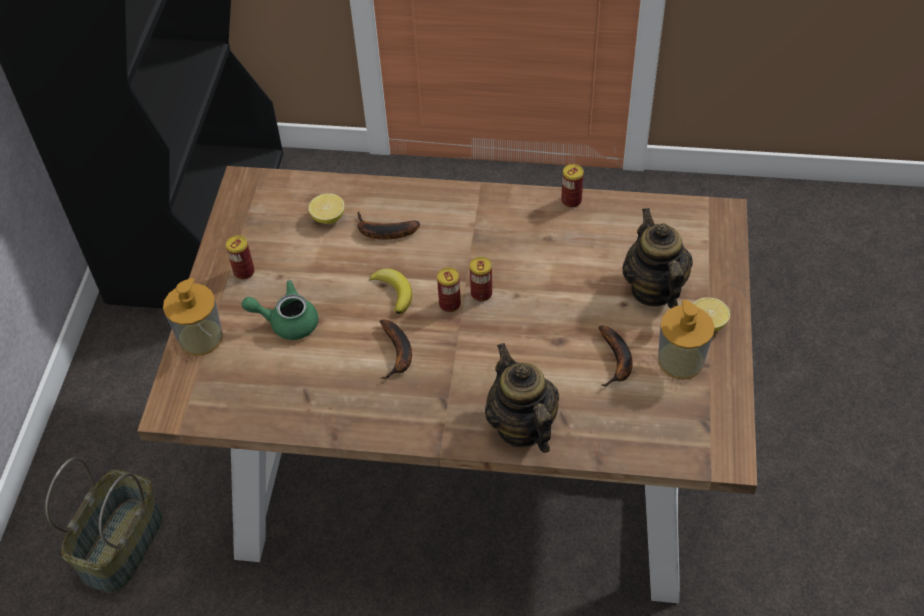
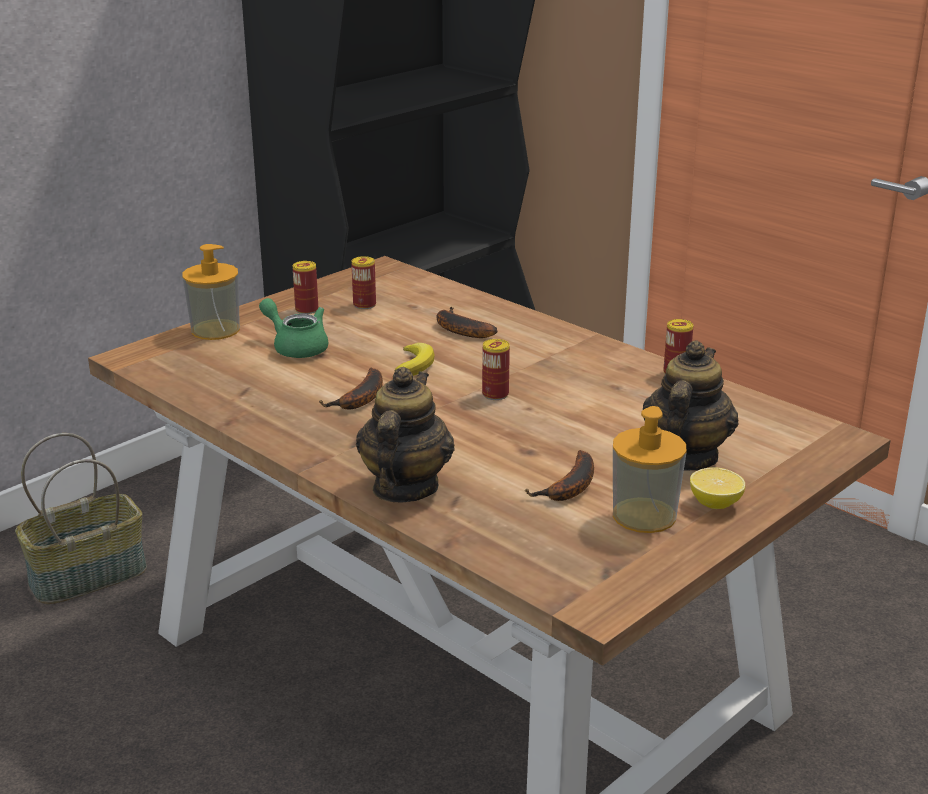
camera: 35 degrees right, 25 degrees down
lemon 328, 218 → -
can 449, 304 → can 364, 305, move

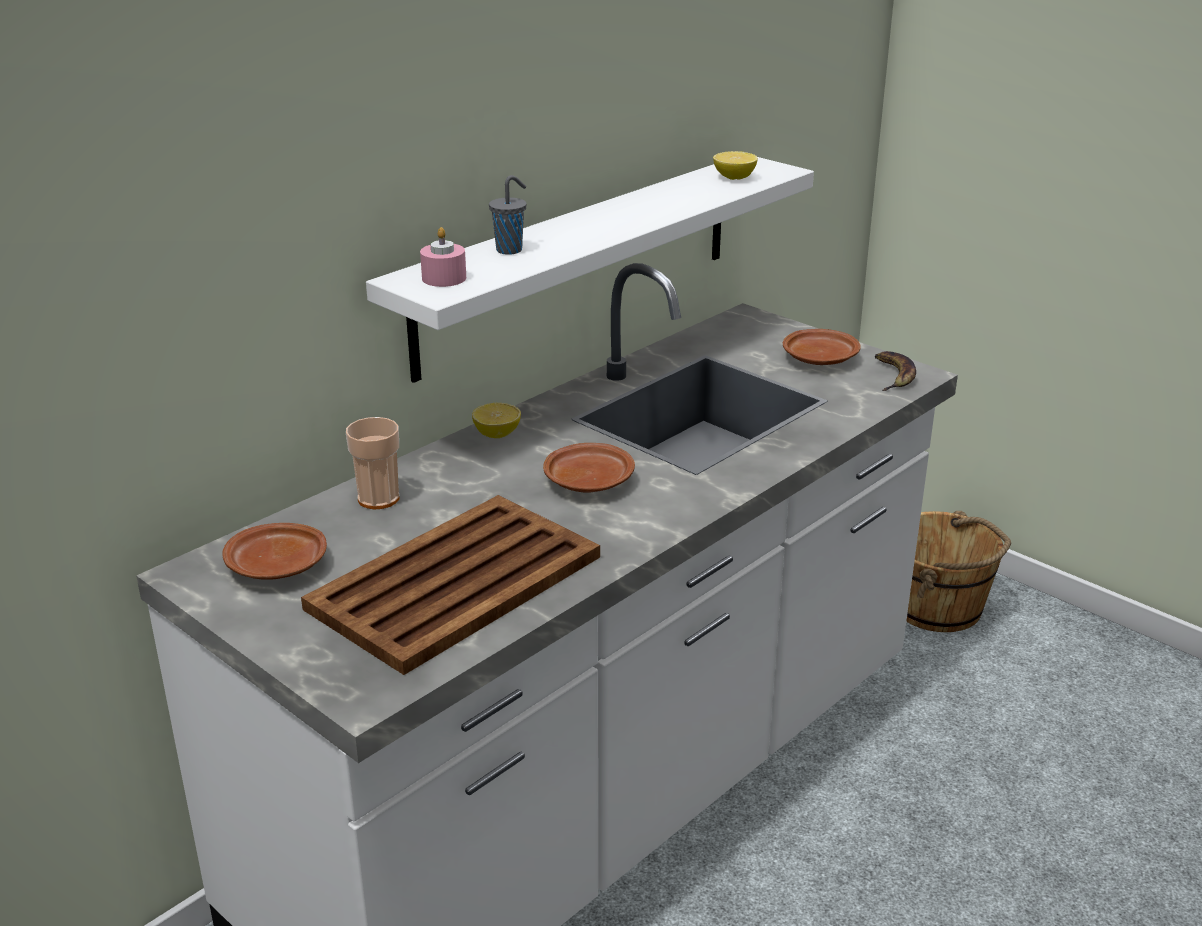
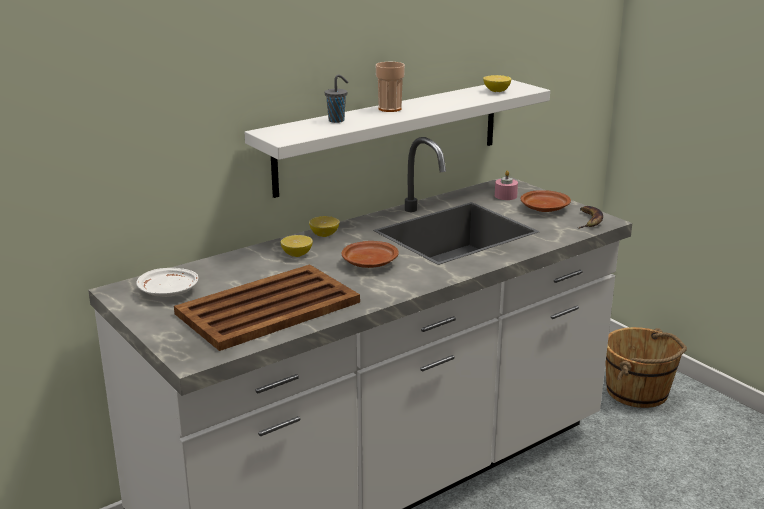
camera: 10 degrees right, 5 degrees down
plate (brown) 278, 567 → plate (white) 169, 292
cup 378, 499 → cup 390, 109, move
candle (pink) 444, 278 → candle (pink) 505, 196, move
- → lemon 297, 255

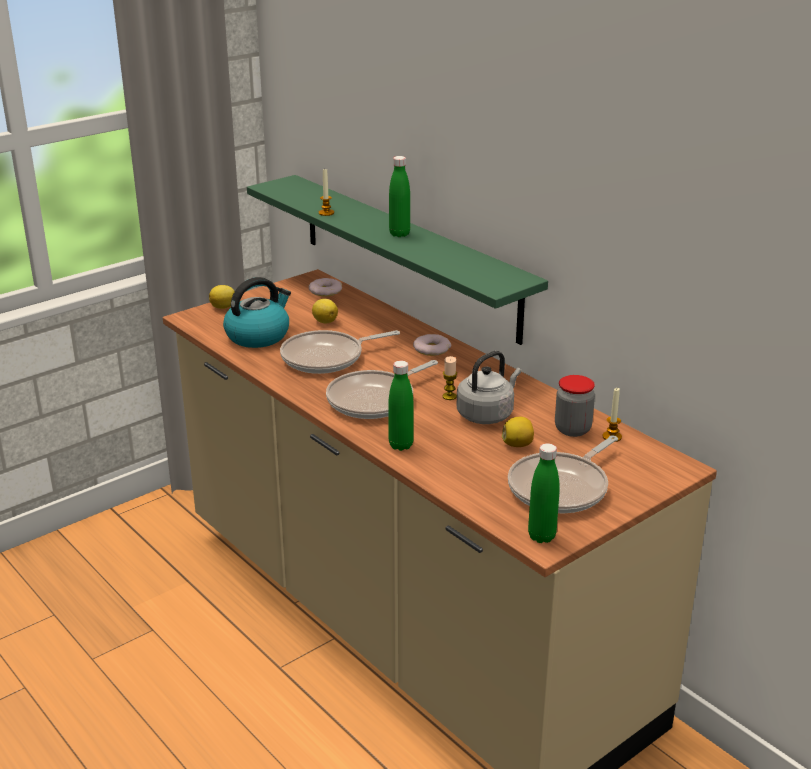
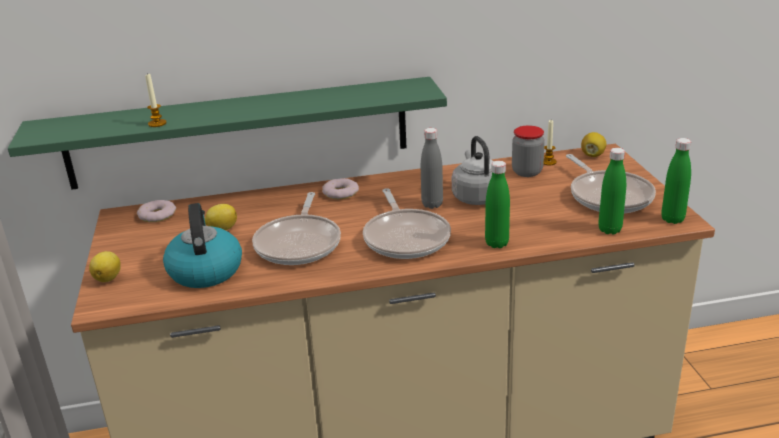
camera: 60 degrees left, 0 degrees up
bottle (green) 399, 234 → bottle (green) 609, 230, move
candle 449, 396 → bottle (grey) 432, 204
lemon 518, 444 → lemon 592, 155, move

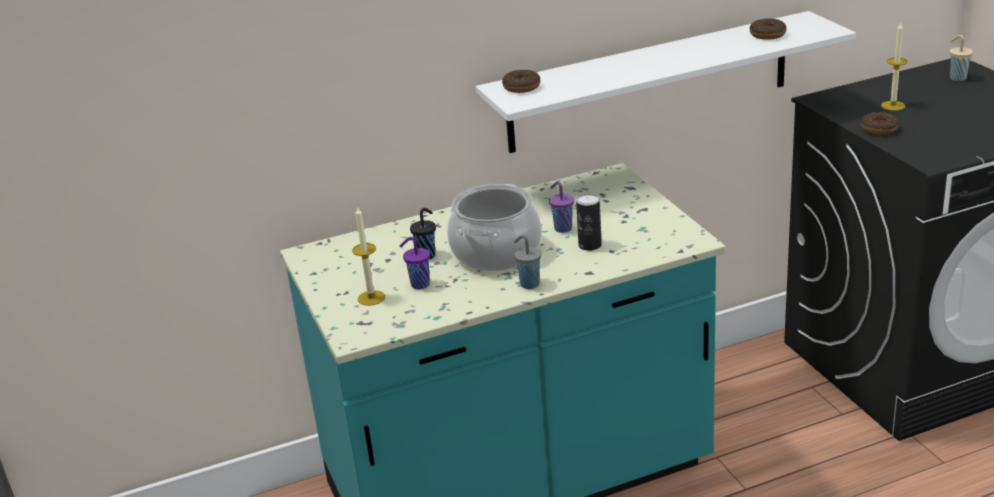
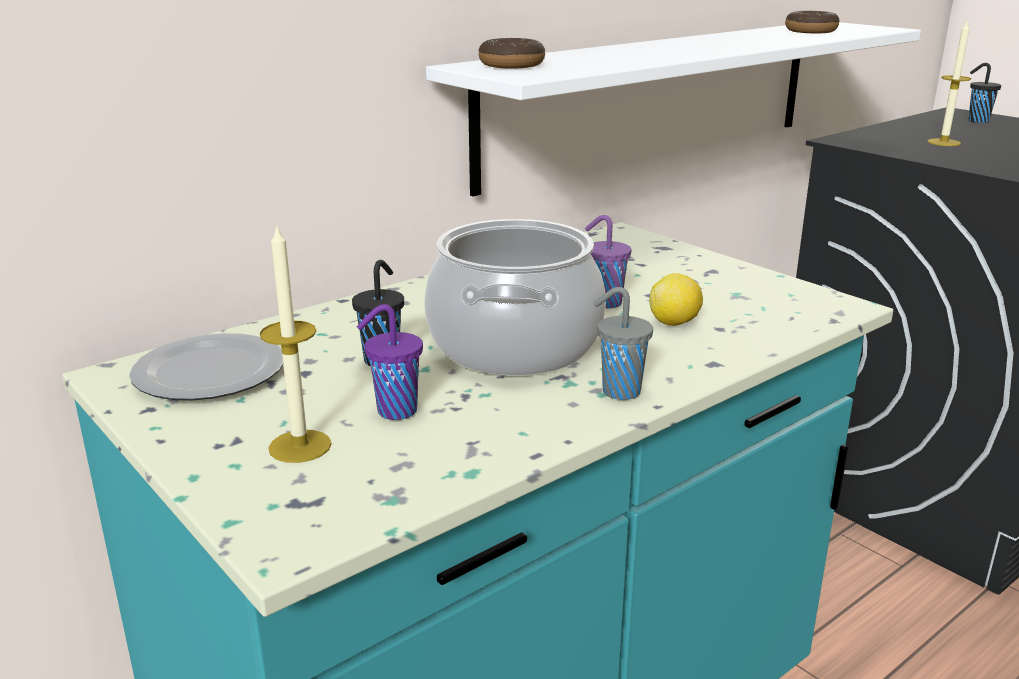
camera: 20 degrees left, 5 degrees down
can 590, 245 → lemon 674, 323
donut 879, 129 → -
cup (beige) 957, 78 → cup (black) 976, 121
- → plate 209, 374

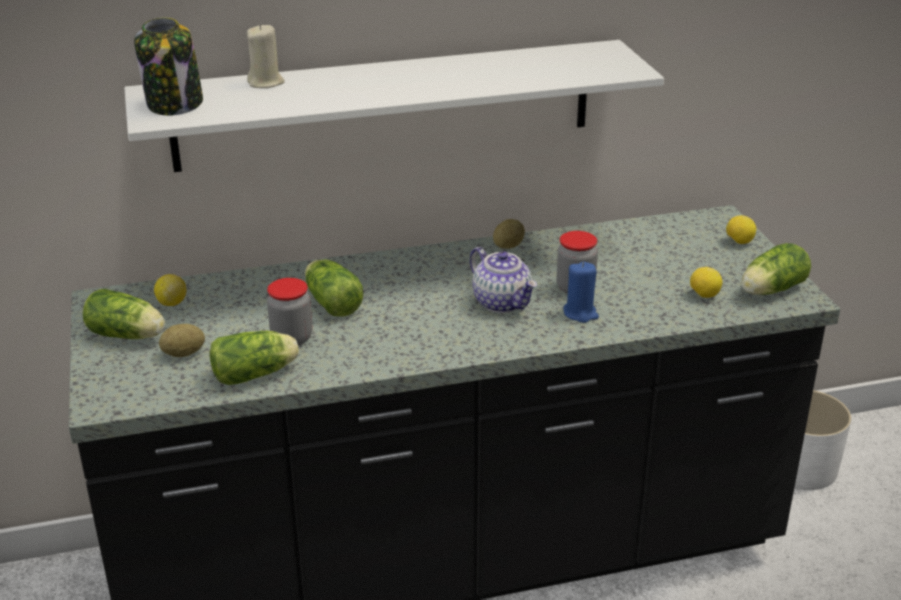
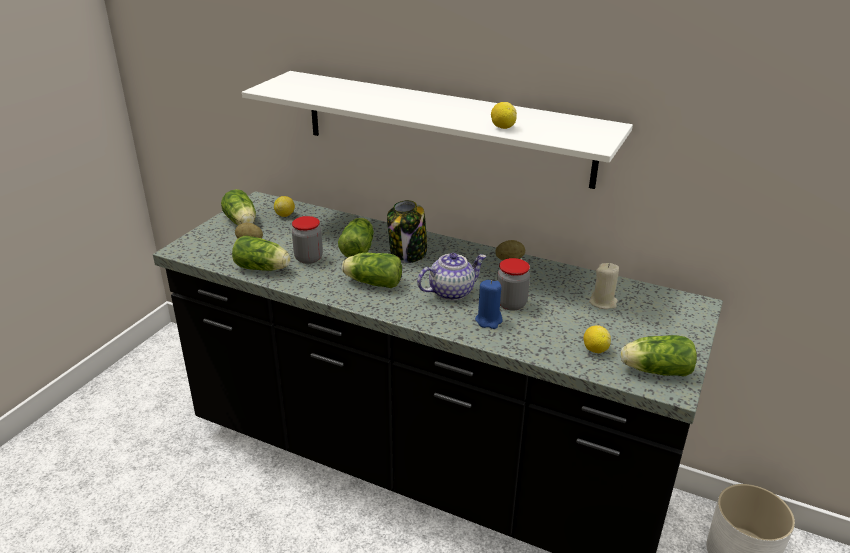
camera: 40 degrees right, 0 degrees up
jar 175, 104 → jar 408, 254, move
candle (beige) 266, 83 → candle (beige) 603, 302, move
teapot 503, 302 → teapot 451, 292, 120 degrees counterclockwise
lemon 739, 242 → lemon 502, 127, move
- → lettuce 372, 282

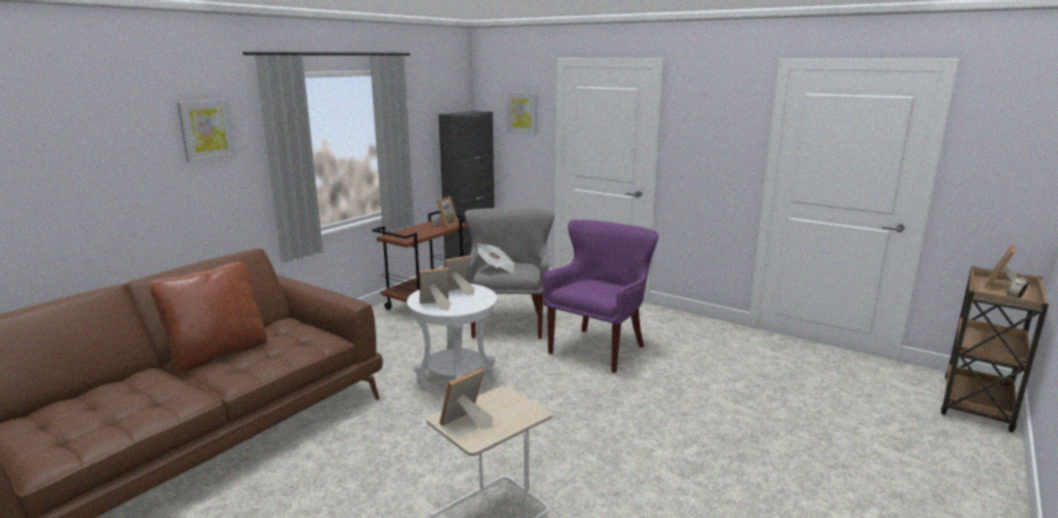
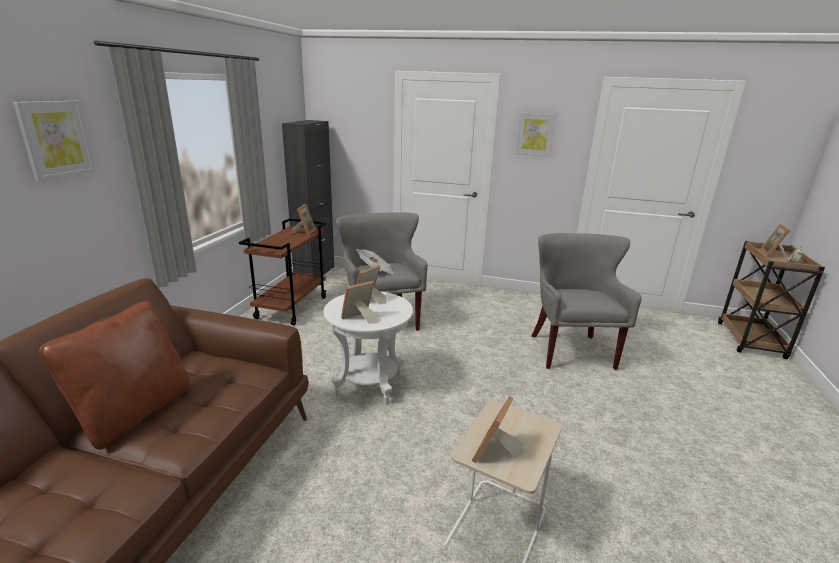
camera: 20 degrees left, 5 degrees up
picture 522, 113 → picture 535, 134, move
armchair (purple) 599, 349 → -
- → armchair (grey) 571, 350

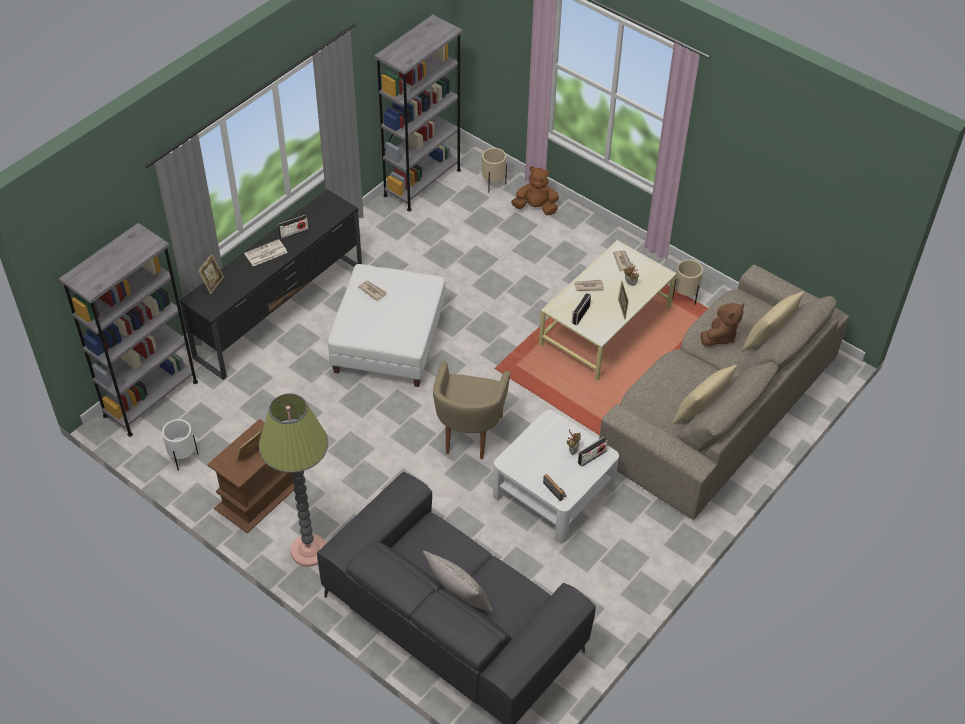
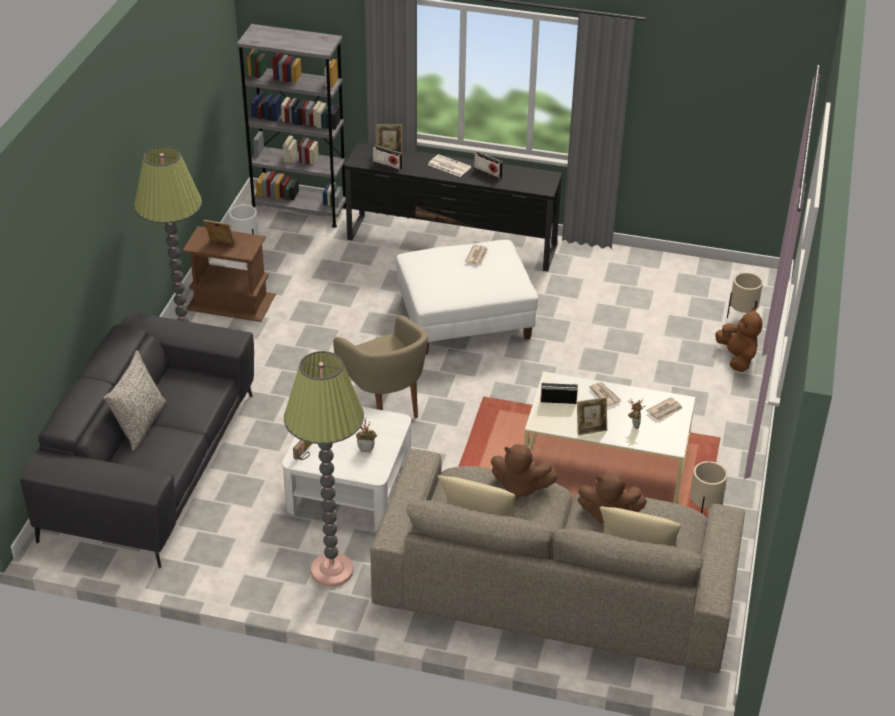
camera: 65 degrees right, 10 degrees down
bookcase (grey) 422, 182 → -
armchair (beige) 469, 434 → armchair (beige) 385, 406, 105 degrees counterclockwise
radio 592, 457 → radio 387, 165, move
- → floor lamp 332, 570
- → plush toy (brown) 520, 487

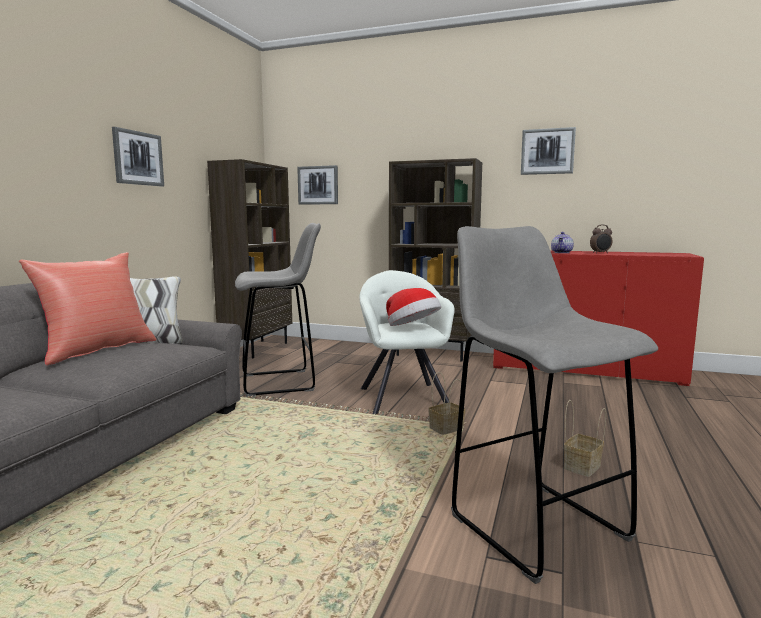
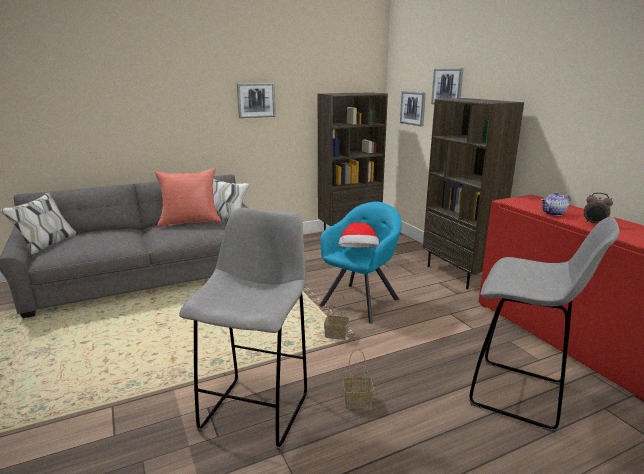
camera: 45 degrees right, 10 degrees up
stool (grey) 281, 382 → stool (grey) 521, 395, move
armchair (white) 403, 396 → armchair (turquoise) 361, 301
picture 547, 151 → picture 447, 86, move

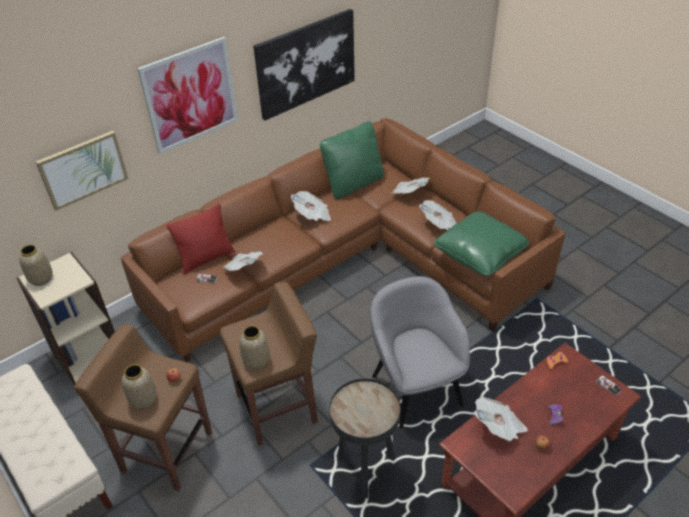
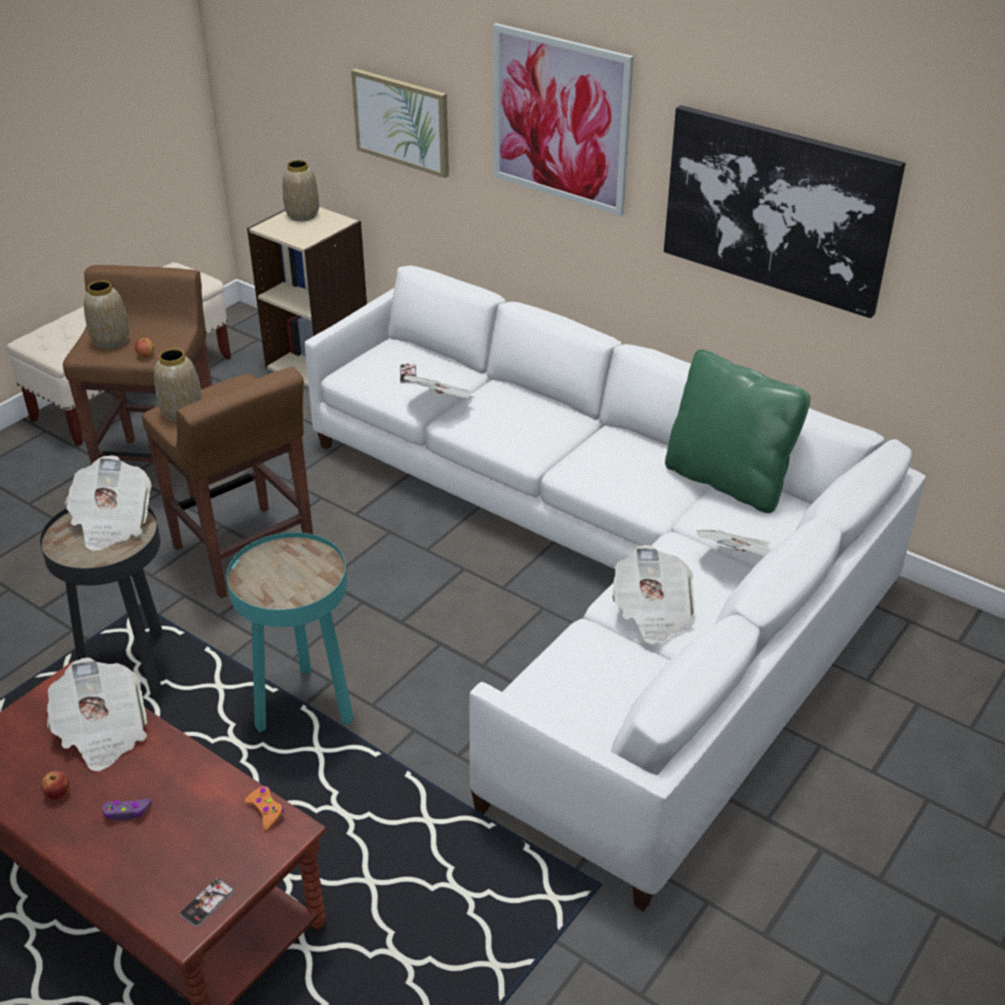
camera: 75 degrees right, 5 degrees down
sofa (brown) 350, 261 → sofa (white) 604, 576
pillow (red) 206, 259 → -
newspaper 312, 215 → newspaper 112, 522, move
armchair (grey) 415, 388 → side table (turquoise) 305, 707
pillow (green) 480, 253 → -

